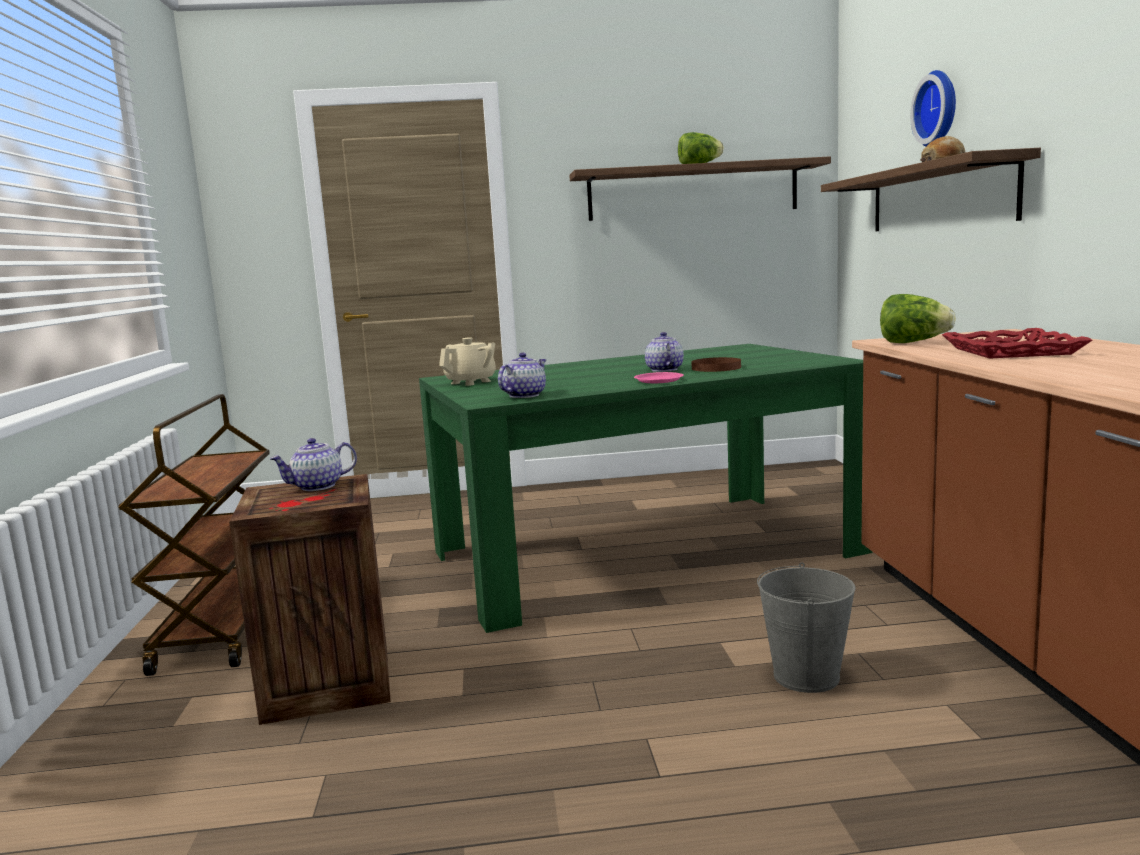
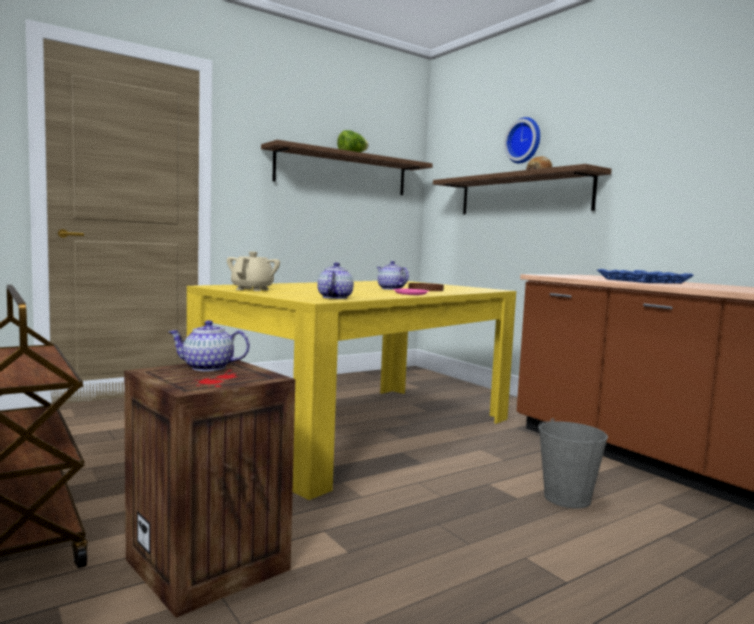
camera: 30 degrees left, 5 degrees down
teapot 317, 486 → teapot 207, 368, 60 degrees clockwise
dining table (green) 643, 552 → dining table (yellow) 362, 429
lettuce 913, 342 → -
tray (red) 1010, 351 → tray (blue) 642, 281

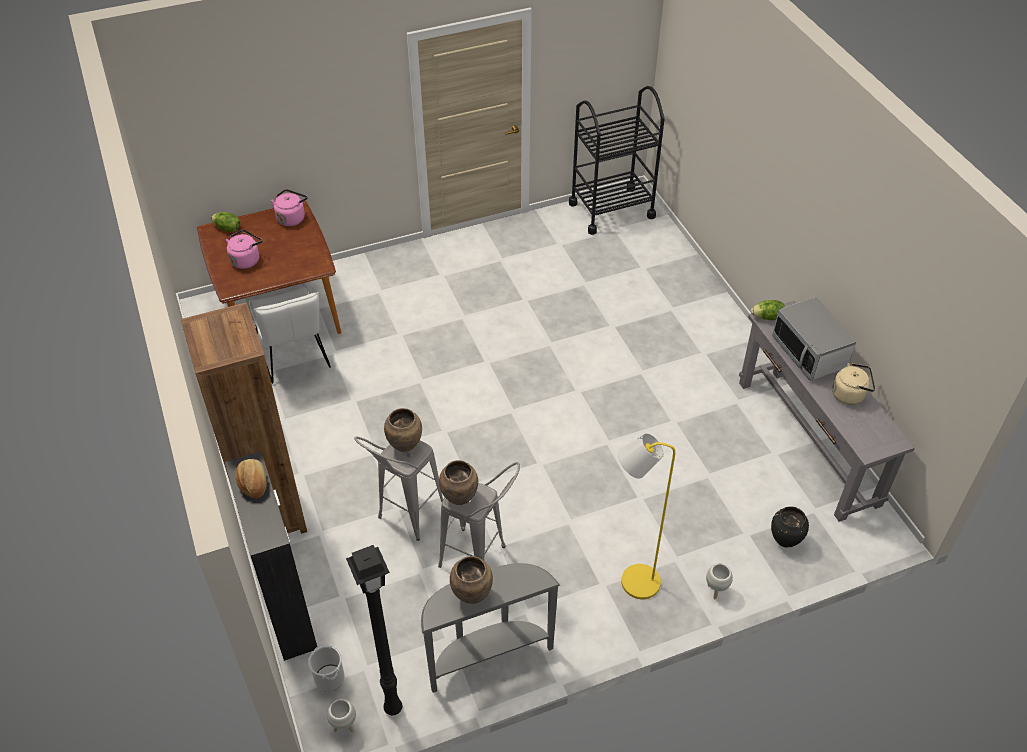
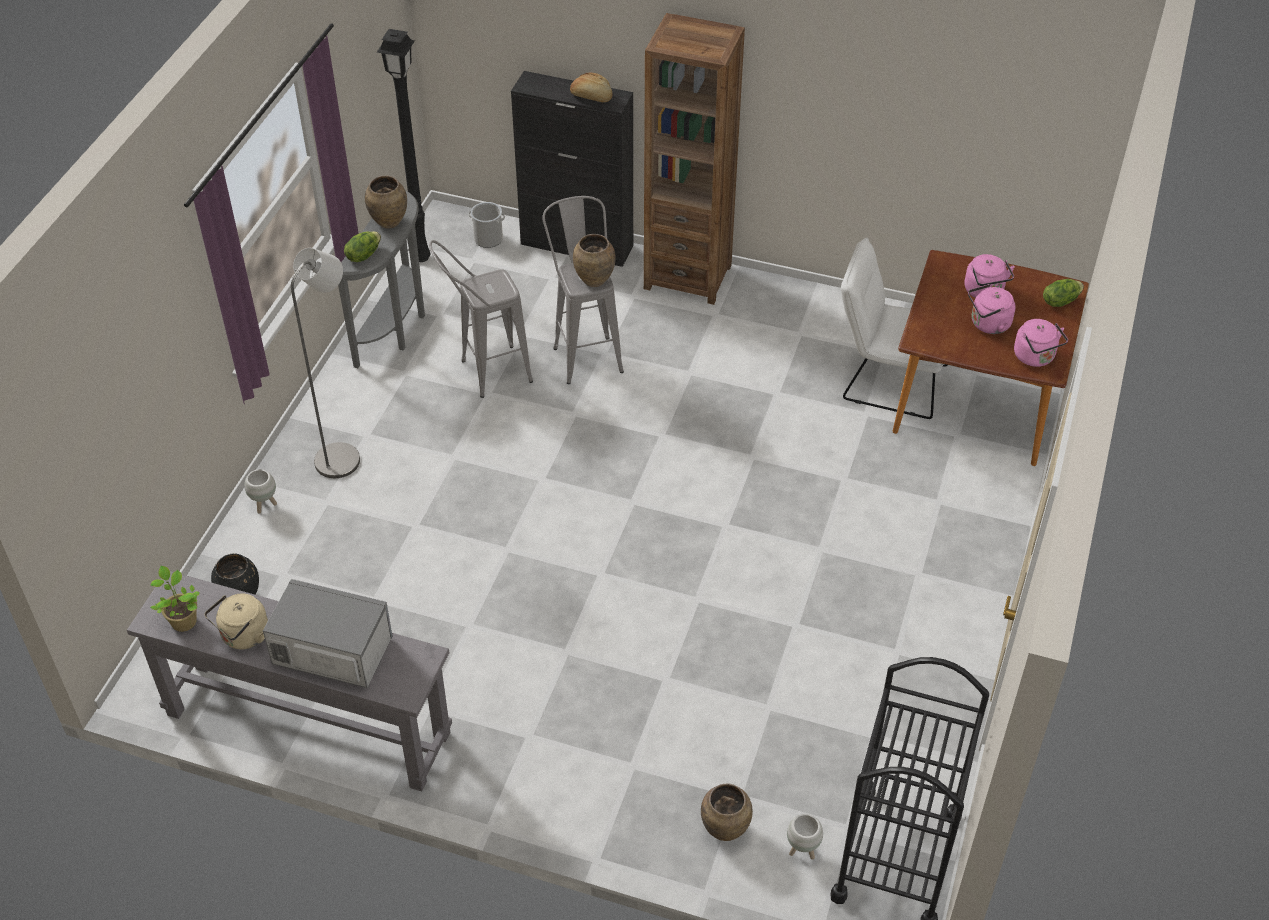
camera: 130 degrees right, 0 degrees up
planter (white) 344, 726 → planter (white) 802, 851, move
vase (brown) 460, 497 → vase (brown) 725, 830, move
floor lamp (yellow) 632, 583 → floor lamp (grey) 343, 455
lettuce 767, 317 → lettuce 363, 255, move
- → potted plant 183, 620
- → kettle (pink) 988, 324

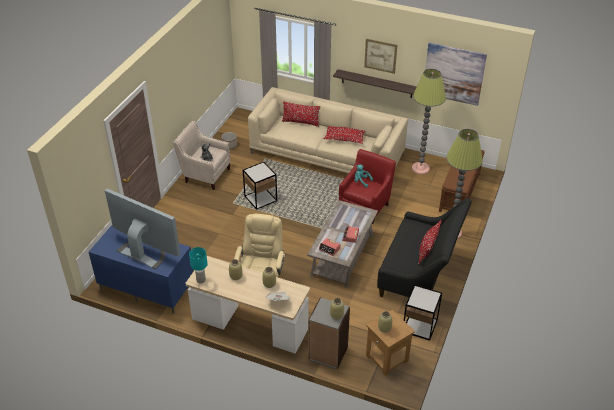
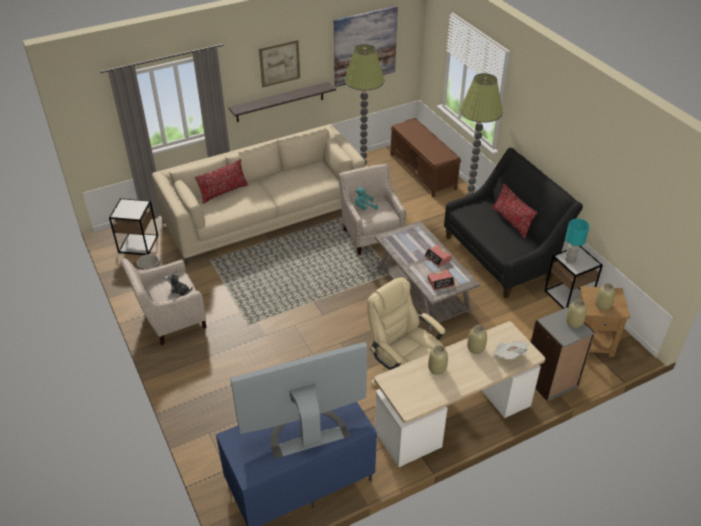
camera: 50 degrees left, 0 degrees up
table lamp (turquoise) 200, 280 → table lamp (turquoise) 570, 260, move
side table 260, 198 → side table 138, 244, move
pillow (red) 344, 138 → -
armchair (red) 366, 206 → armchair (beige) 372, 234

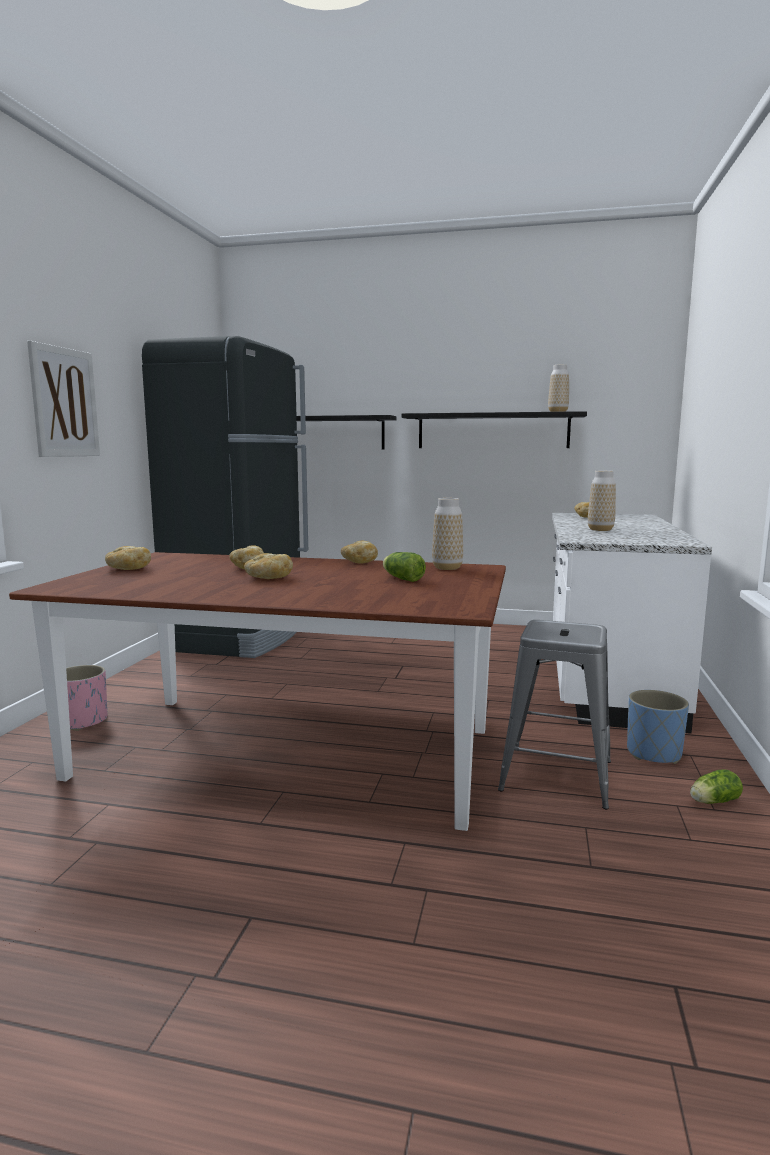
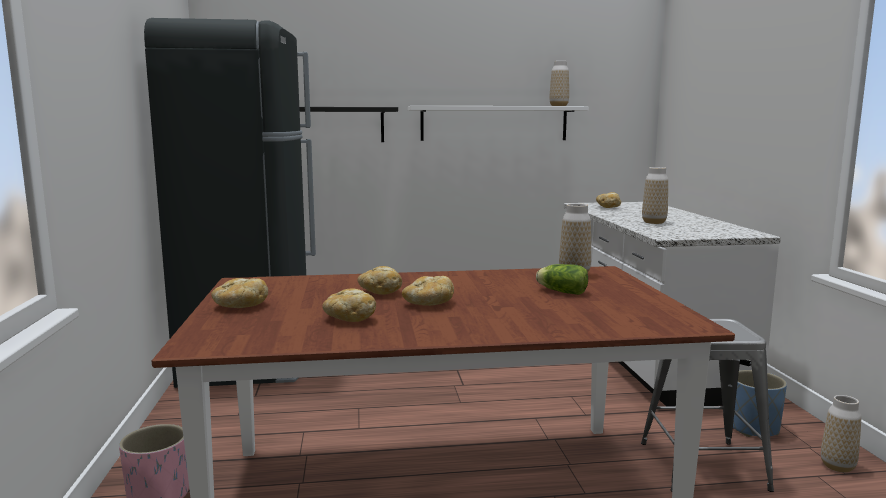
camera: 20 degrees left, 0 degrees up
picture 64, 402 → -
bread 359, 562 → bread 349, 319, move
shelf (black) 493, 431 → shelf (white) 494, 123
lettuce 712, 801 → vase 837, 466

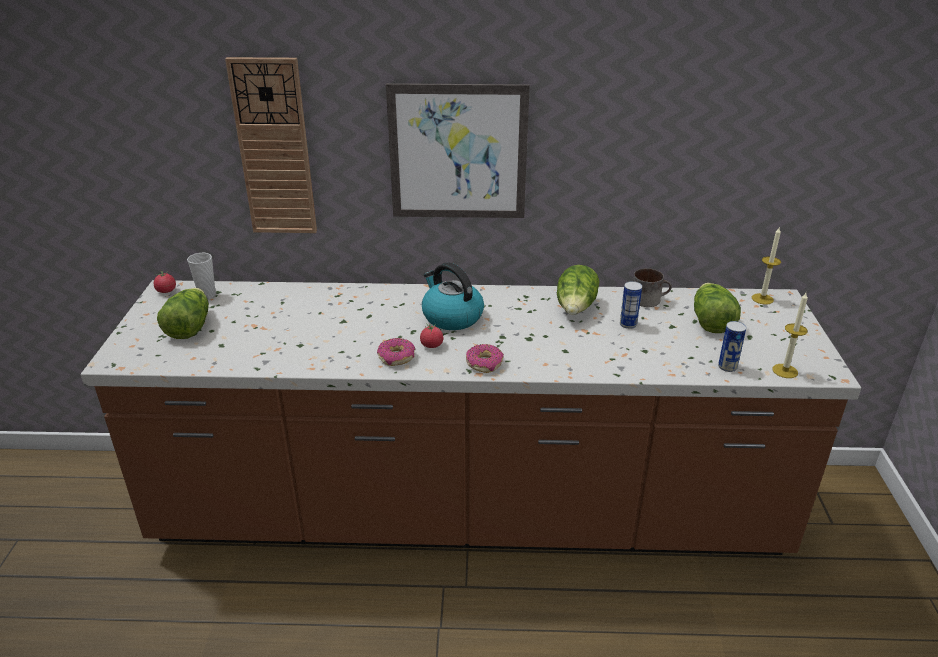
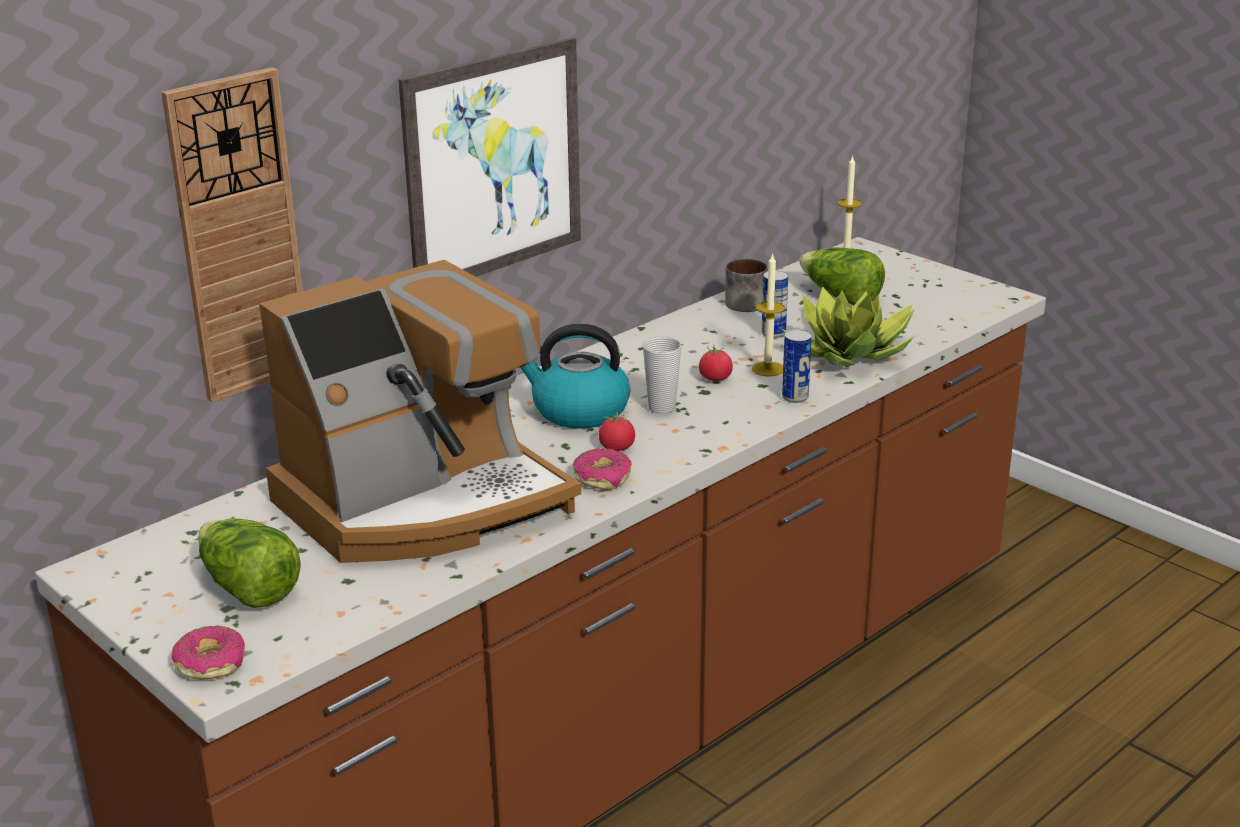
camera: 45 degrees left, 5 degrees down
tomato 166, 291 → tomato 715, 378, move
cup 207, 295 → cup 661, 408, move
donut 484, 363 → donut 211, 663, move
lettuce 576, 308 → -
can 727, 367 → can 795, 397, move
candle 785, 371 → candle 768, 369, move
- → coffee machine 424, 502
- → potted plant 850, 352

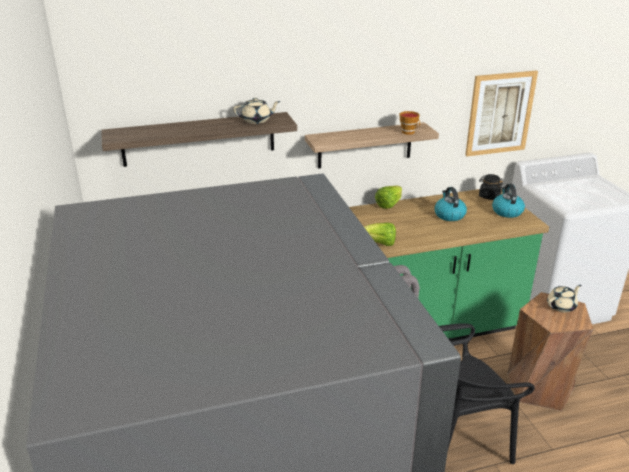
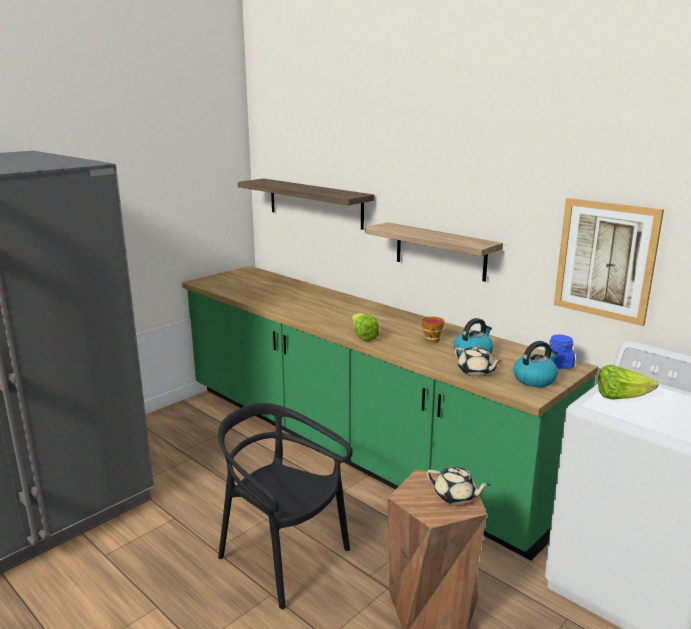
camera: 60 degrees right, 10 degrees down
teapot (beige) 257, 120 → teapot (beige) 475, 372, move
lettuce 389, 204 → lettuce 620, 397, move
cup 409, 132 → cup 432, 341, move
jar (black) 489, 196 → jar (blue) 558, 365

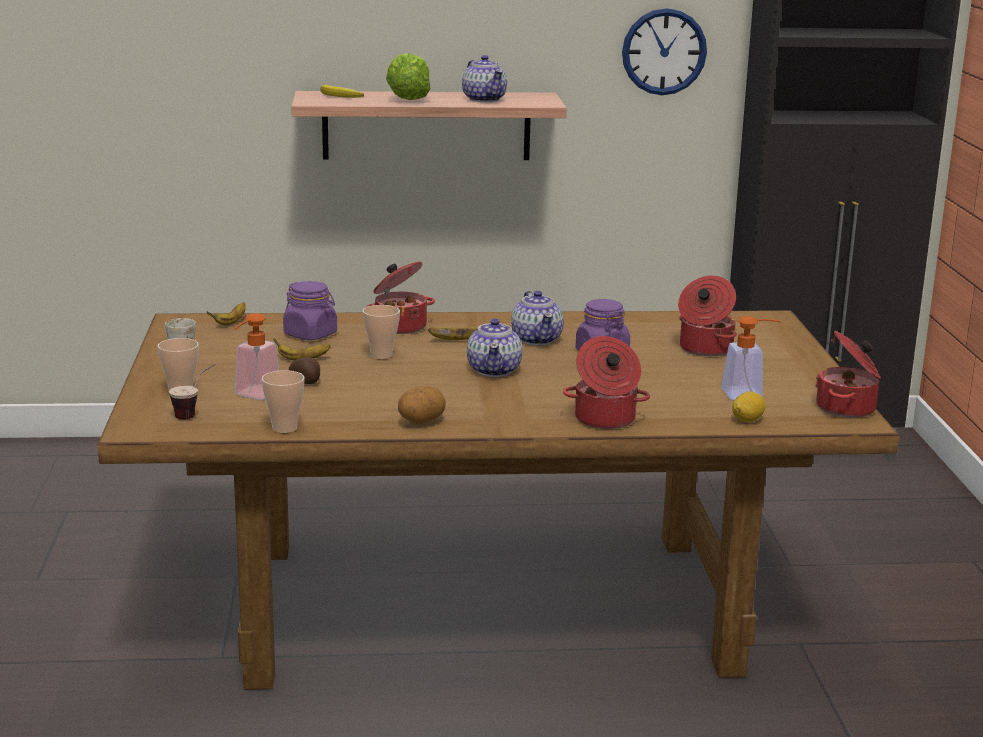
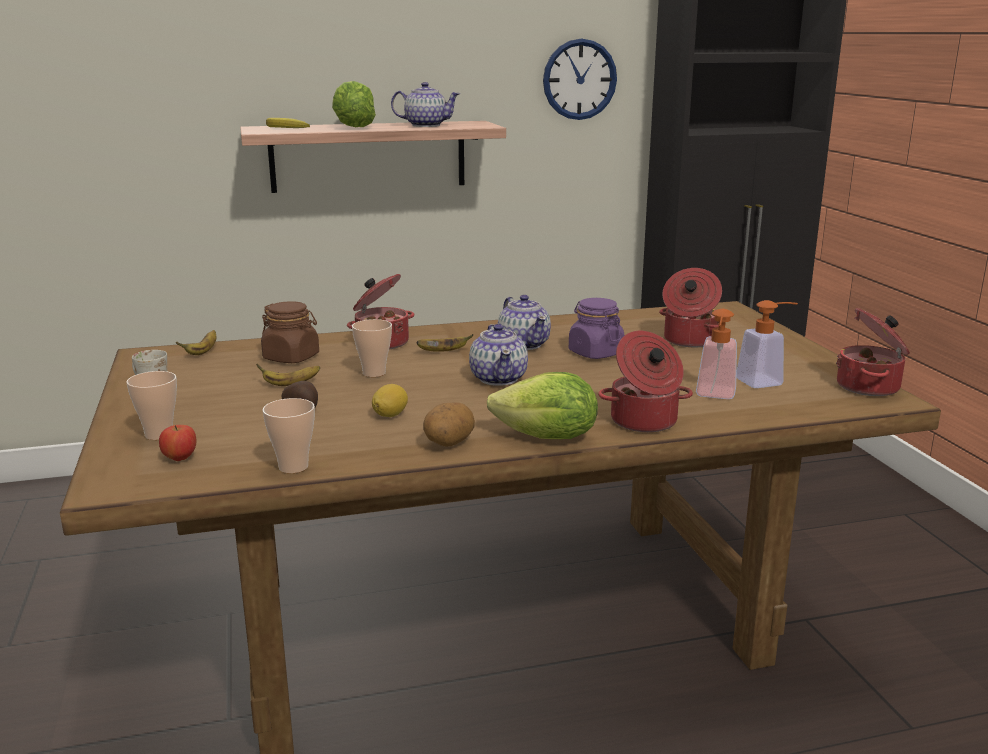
camera: 10 degrees left, 0 degrees up
cup 195, 413 → apple 180, 458
soap dispenser 253, 395 → soap dispenser 715, 396, move
jar (purple) 310, 334 → jar (brown) 291, 357
teapot 484, 99 → teapot 425, 125, 45 degrees counterclockwise
lemon 747, 420 → lemon 390, 415, move
- → lettuce 547, 438

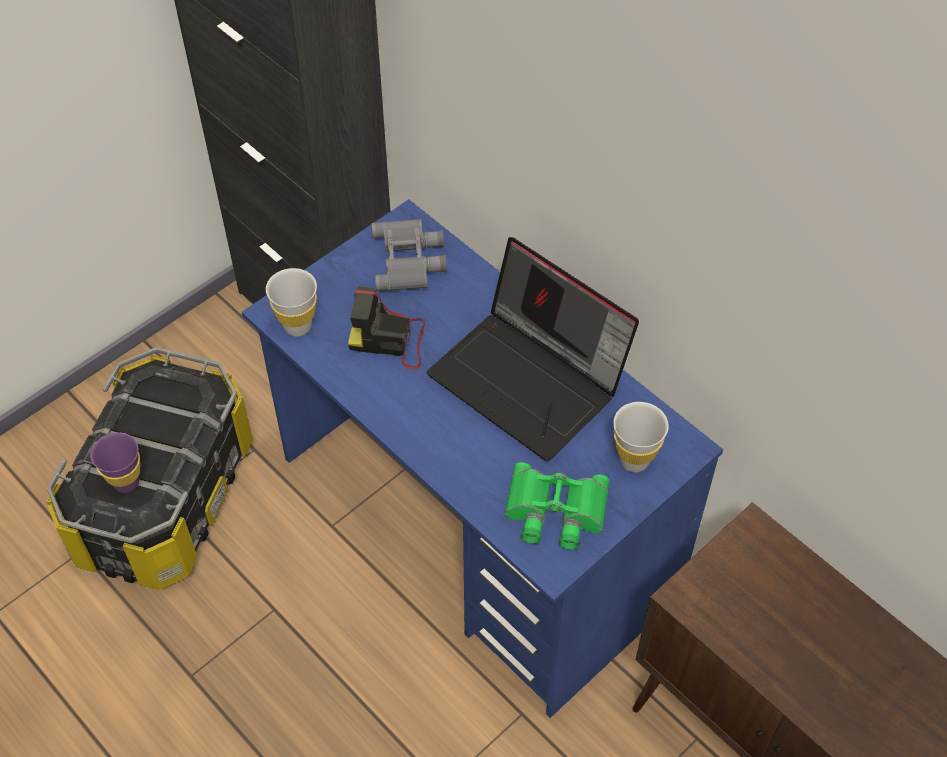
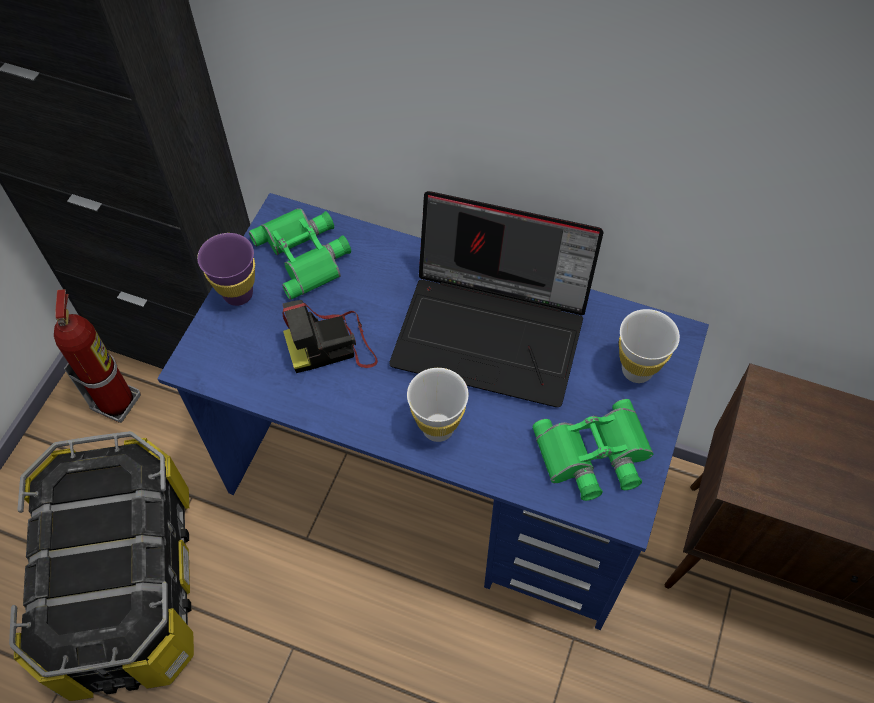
camera: 25 degrees left, 5 degrees up
cup (purple) 126, 482 → cup (purple) 238, 294, move
cup (white) 297, 326 → cup (white) 438, 428, move
binoculars (grey) 410, 260 → binoculars (green) 306, 254
- → fire extinguisher 117, 401

